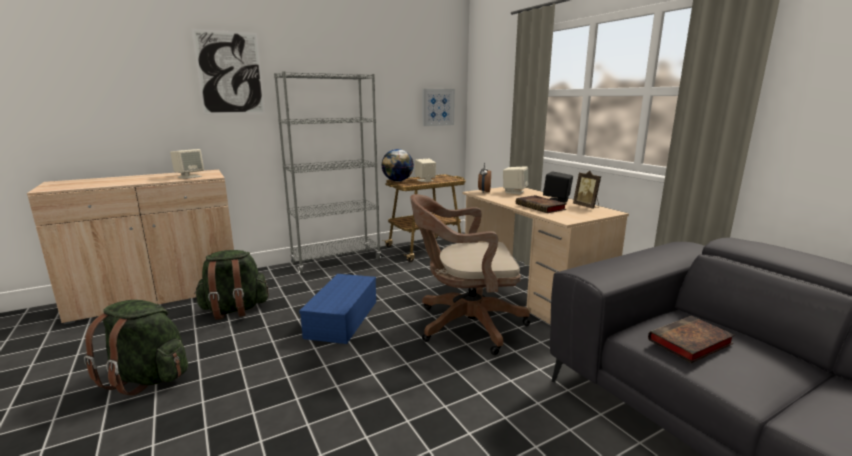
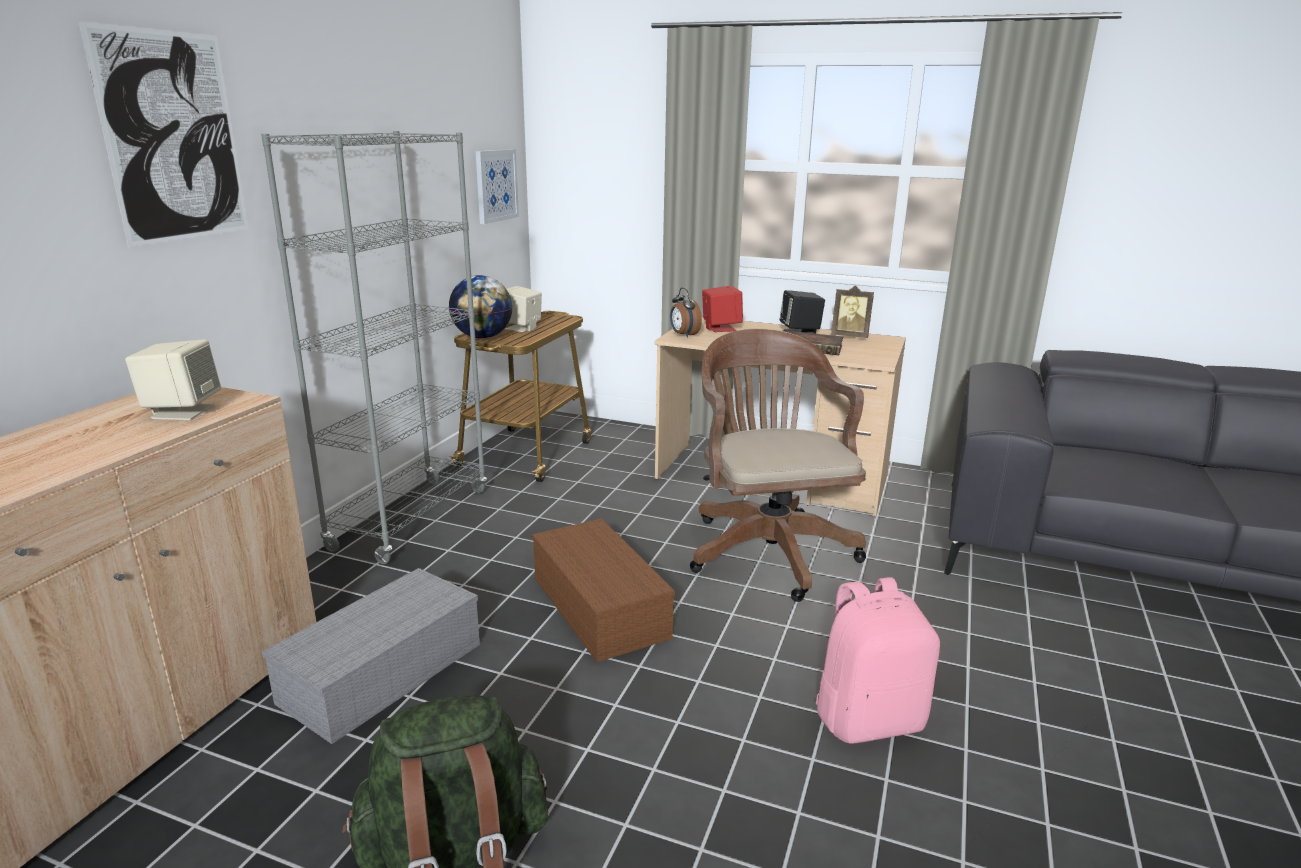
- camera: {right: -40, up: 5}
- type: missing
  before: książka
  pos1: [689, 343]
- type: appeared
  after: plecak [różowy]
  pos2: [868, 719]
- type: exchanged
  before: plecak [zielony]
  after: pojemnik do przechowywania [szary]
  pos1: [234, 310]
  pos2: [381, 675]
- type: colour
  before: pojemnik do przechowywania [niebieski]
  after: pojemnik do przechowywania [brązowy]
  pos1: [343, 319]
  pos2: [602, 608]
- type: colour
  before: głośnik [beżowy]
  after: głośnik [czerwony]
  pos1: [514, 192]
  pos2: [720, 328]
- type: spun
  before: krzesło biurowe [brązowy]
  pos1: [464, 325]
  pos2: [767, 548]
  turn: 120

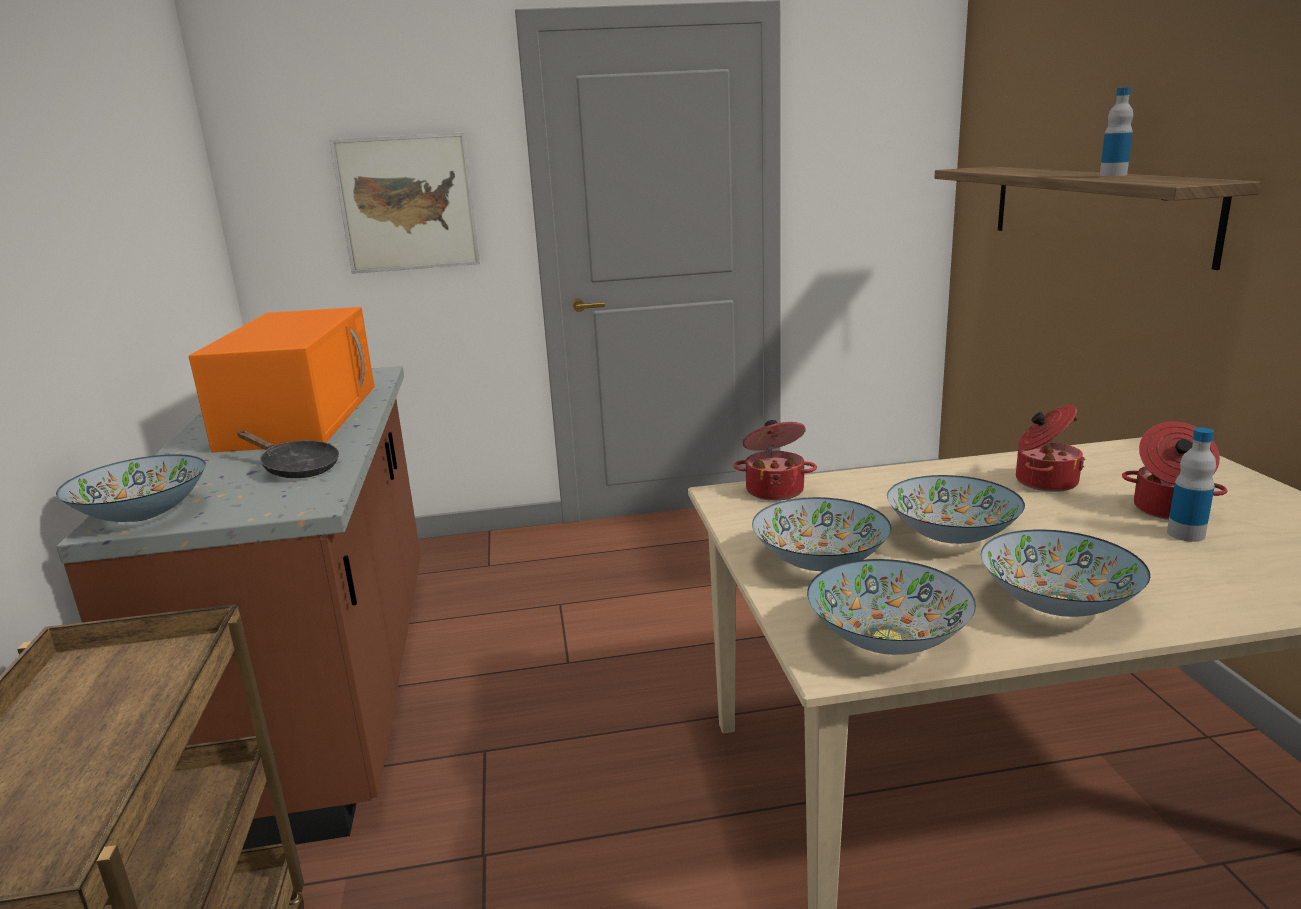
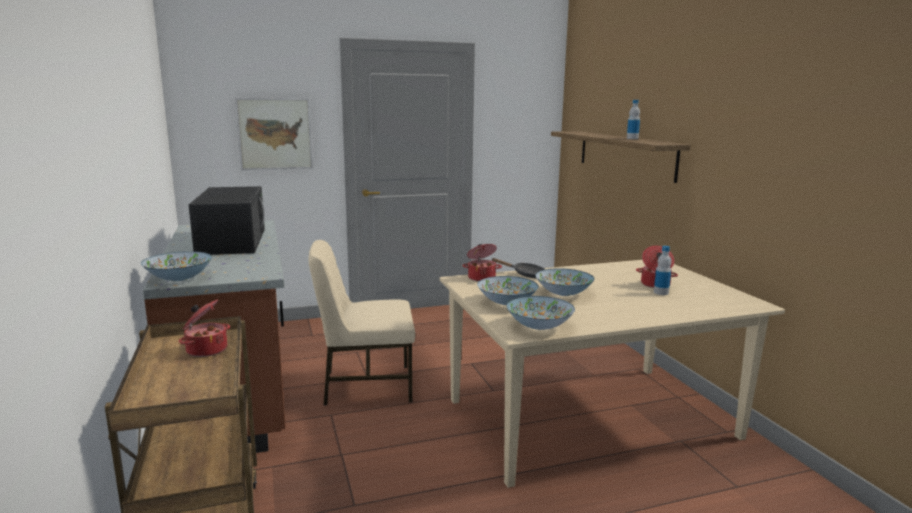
- camera: {right: -10, up: -5}
- type: missing
  before: miska
  pos1: [1057, 603]
- type: appeared
  after: krzesło [beżowy]
  pos2: [366, 385]
- type: relocated
  before: patelnia [czarny]
  pos1: [295, 468]
  pos2: [525, 275]
- type: relocated
  before: garnek
  pos1: [1044, 481]
  pos2: [206, 349]
- type: colour
  before: mikrofalówka [pomarańczowy]
  after: mikrofalówka [czarny]
  pos1: [301, 415]
  pos2: [232, 240]

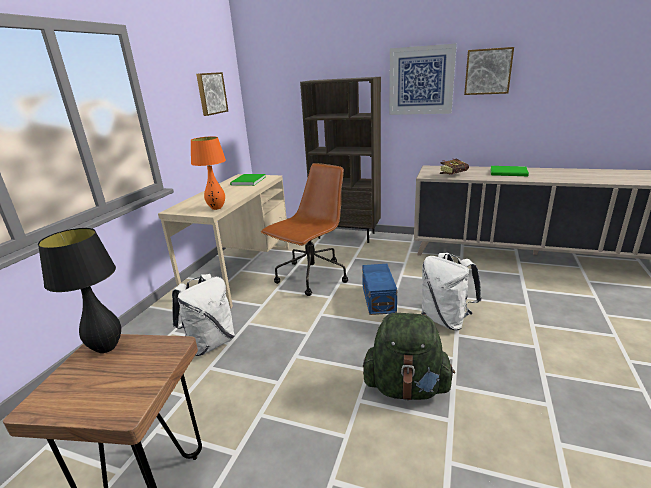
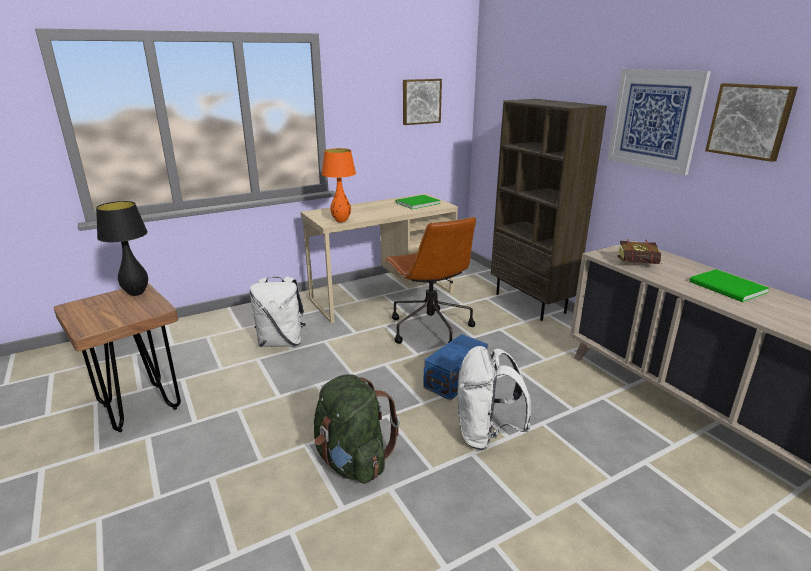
- camera: {right: 40, up: 0}
- type: spun
  before: krzesło biurowe [brązowy]
  pos1: [311, 277]
  pos2: [429, 328]
  turn: 75

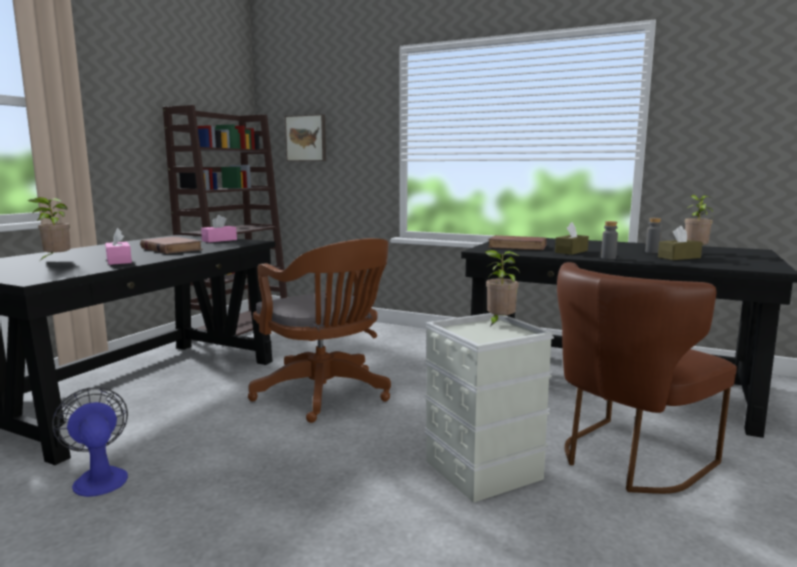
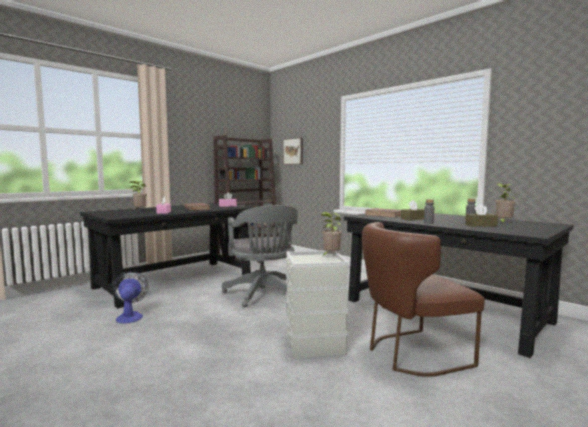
- camera: {right: 20, up: -5}
- type: colour
  before: krzesło biurowe [brązowy]
  after: krzesło biurowe [szary]
  pos1: [326, 395]
  pos2: [264, 295]

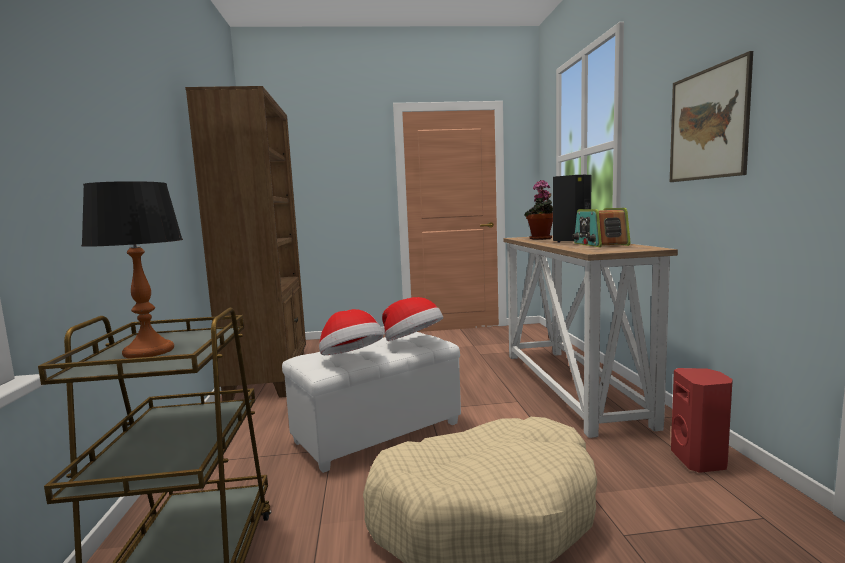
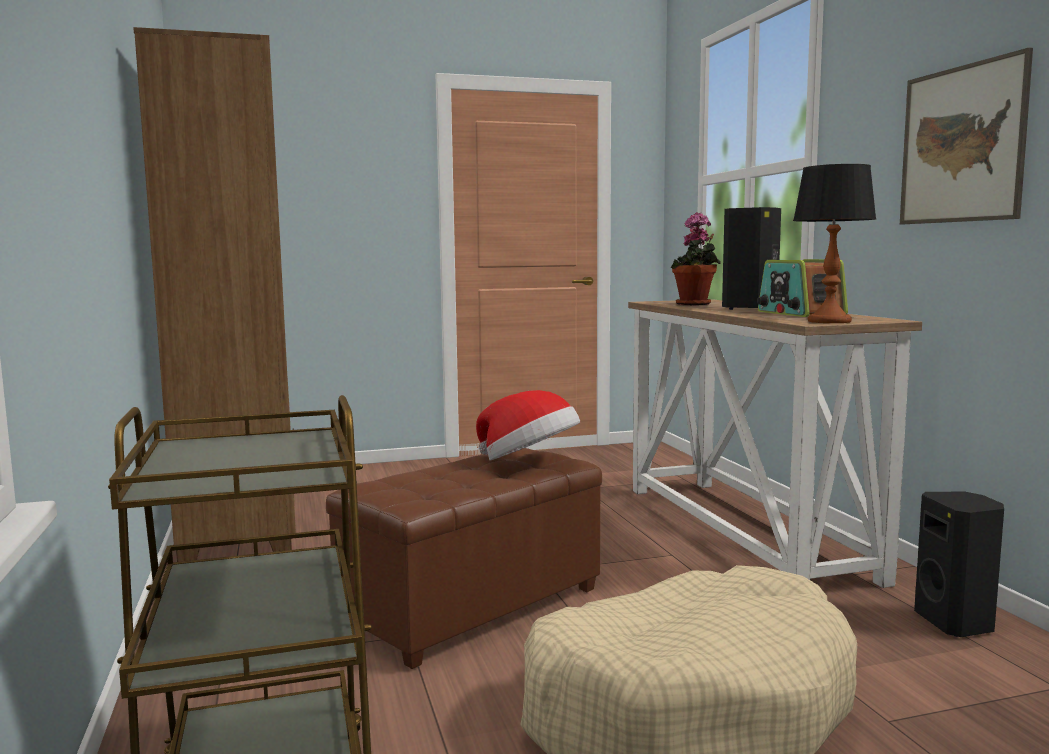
- camera: {right: -10, up: 0}
- type: missing
  before: kapelusz
  pos1: [351, 359]
- type: relocated
  before: lampa stołowa
  pos1: [148, 352]
  pos2: [829, 321]
- type: colour
  before: pufa [biały]
  after: pufa [brązowy]
  pos1: [377, 433]
  pos2: [472, 608]
- type: colour
  before: głośnik [czerwony]
  after: głośnik [czarny]
  pos1: [700, 461]
  pos2: [956, 623]

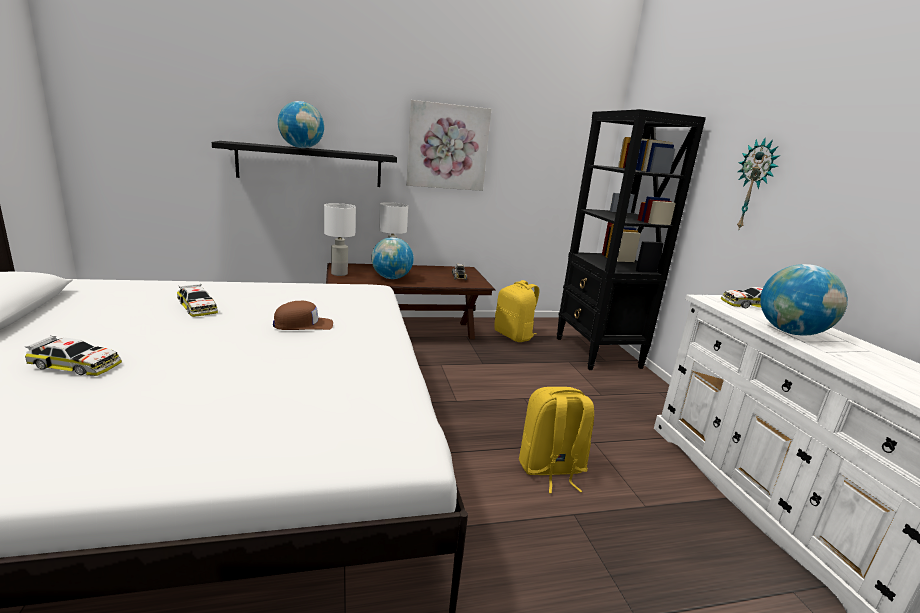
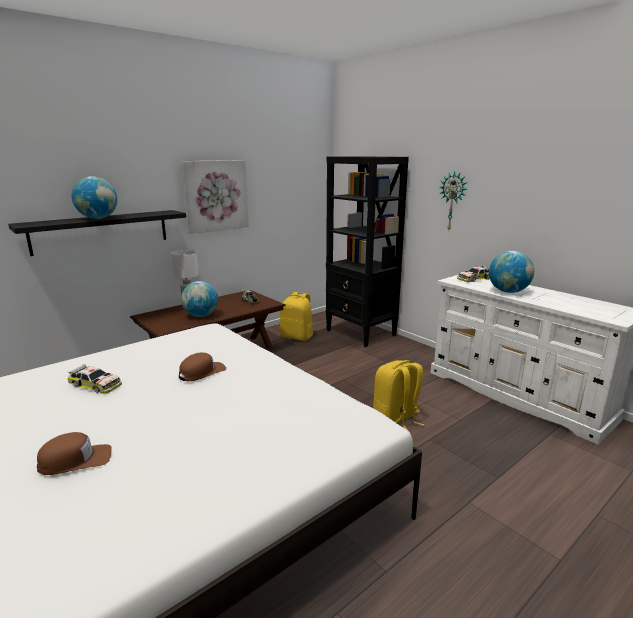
- camera: {right: -25, up: 0}
- type: missing
  before: lampa stołowa [biały]
  pos1: [339, 274]
- type: exchanged
  before: samochodzik
  after: czapka z daszkiem [brązowy]
  pos1: [76, 365]
  pos2: [76, 460]

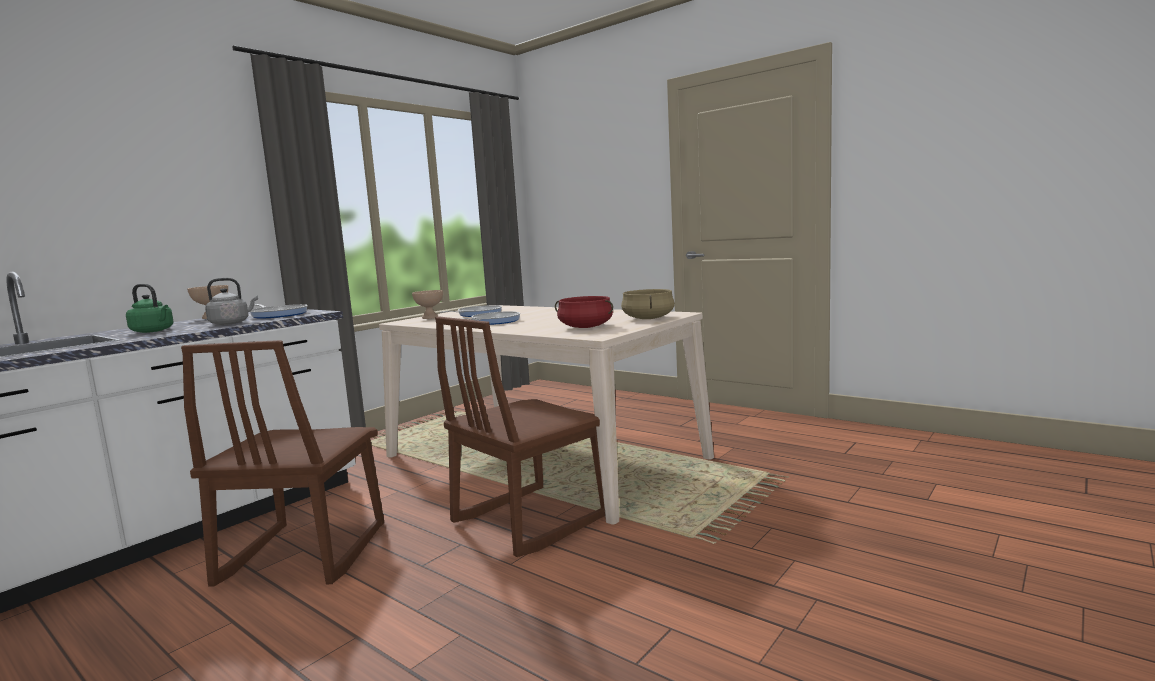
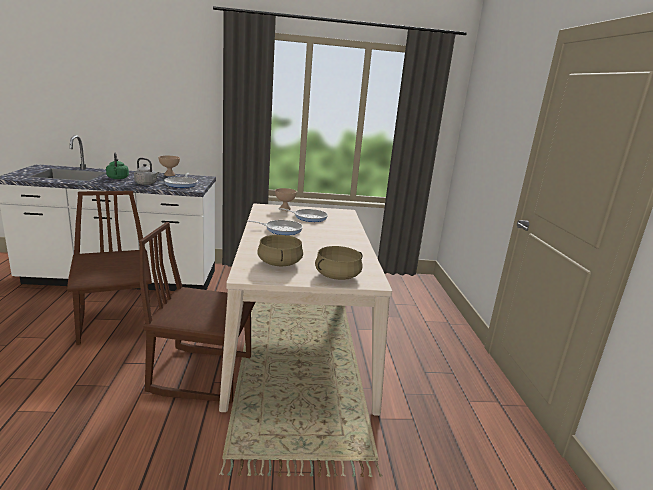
- camera: {right: 45, up: 10}
- type: colour
  before: garnek [czerwony]
  after: garnek [beżowy]
  pos1: [585, 327]
  pos2: [279, 263]
- type: spun
  before: krzesło [brązowy]
  pos1: [302, 554]
  pos2: [117, 322]
  turn: 105

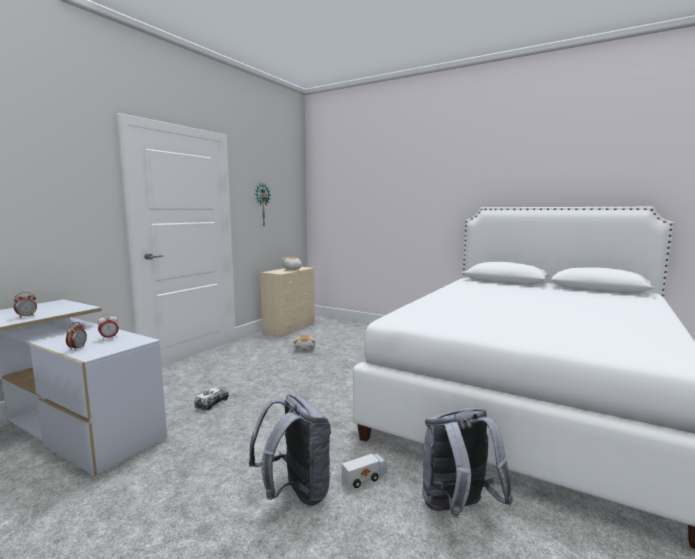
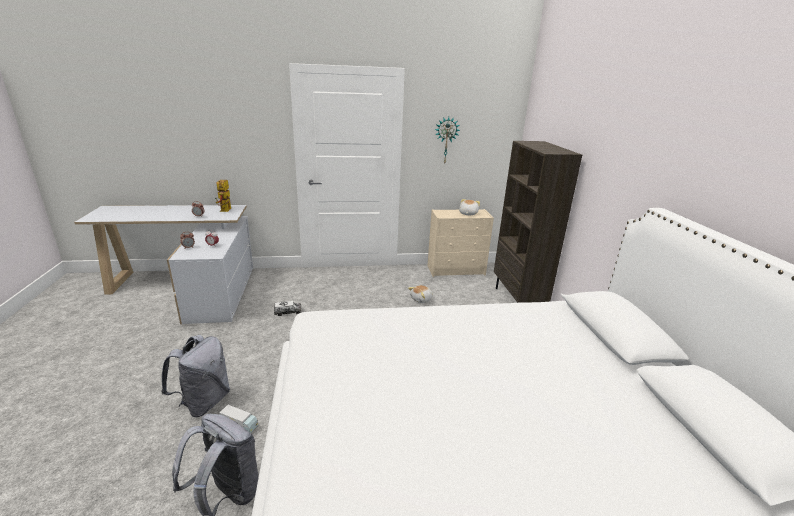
- camera: {right: 50, up: 15}
- type: appeared
  after: robot zabawkowy
  pos2: [226, 211]
- type: appeared
  after: regał [brązowy]
  pos2: [518, 301]

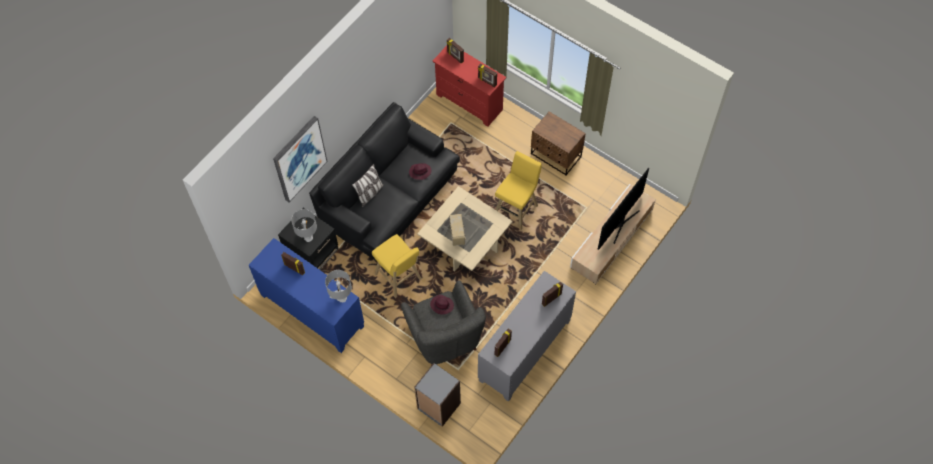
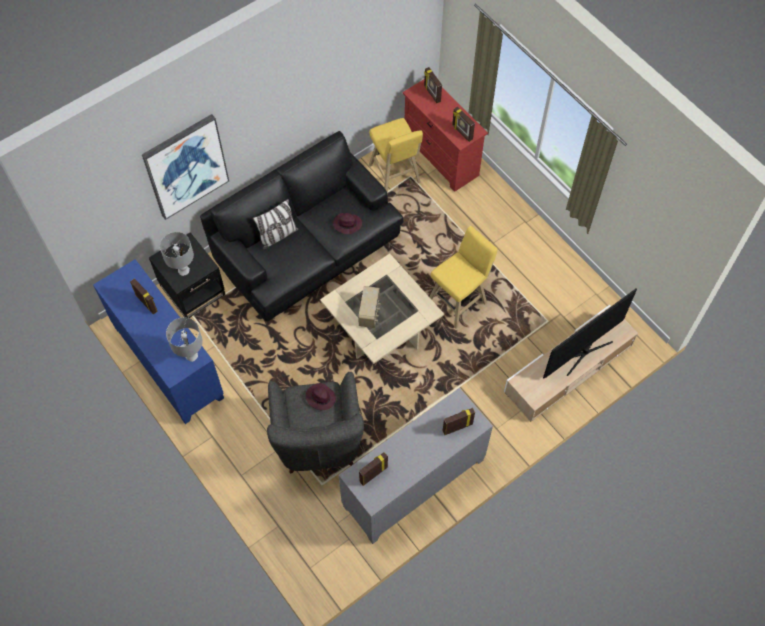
- camera: {right: 15, up: 0}
- type: missing
  before: regał [szary]
  pos1: [438, 406]
- type: missing
  before: szafka nocna [brązowy]
  pos1: [556, 156]
- type: relocated
  before: stołek [żółty]
  pos1: [399, 278]
  pos2: [395, 176]

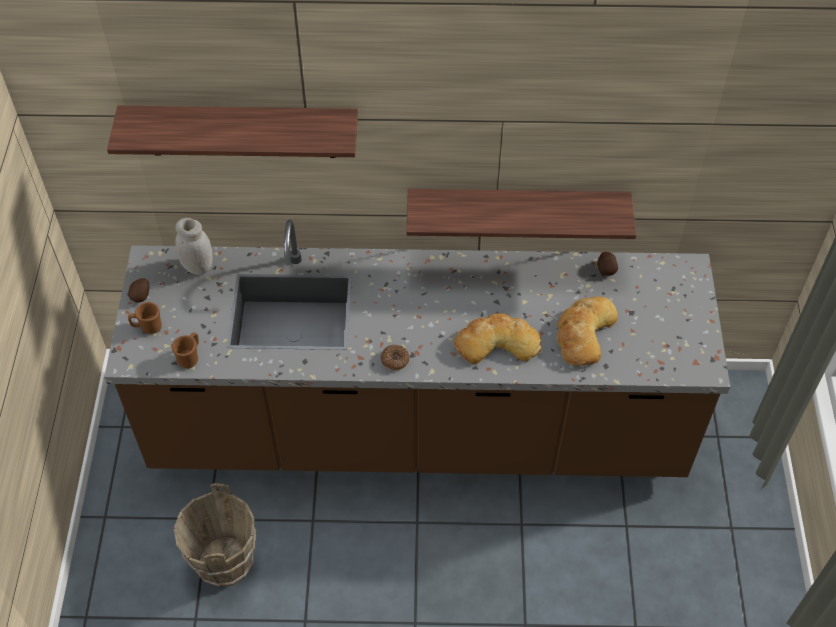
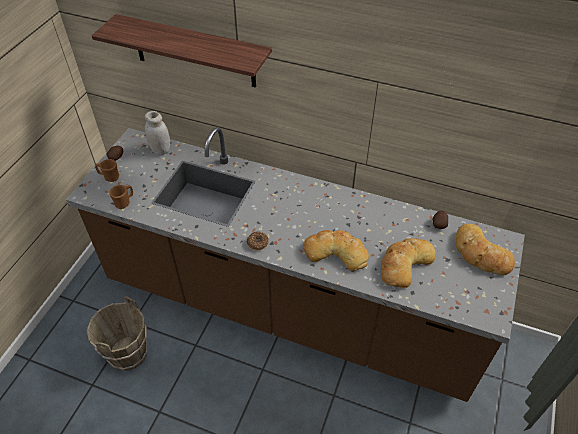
- camera: {right: 20, up: -5}
- type: missing
  before: półka
  pos1: [517, 211]
- type: appeared
  after: chleb
  pos2: [480, 254]

